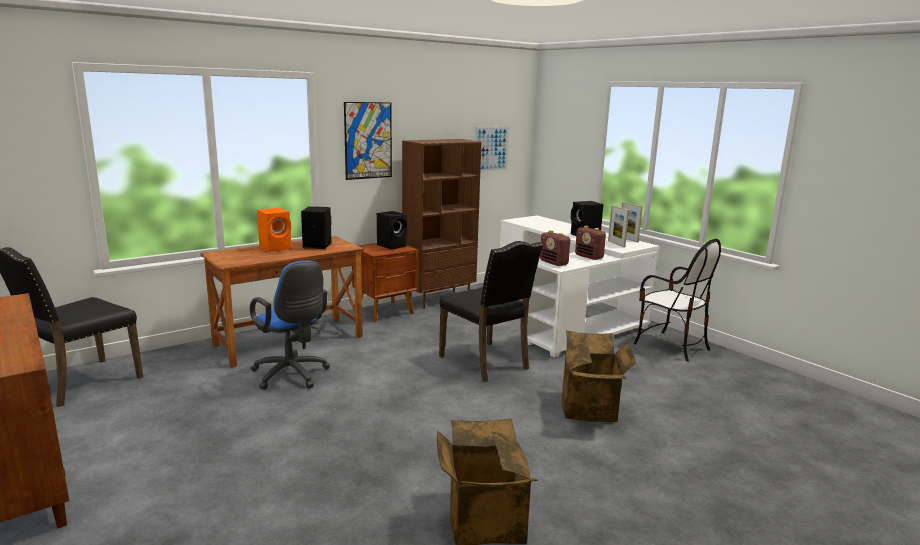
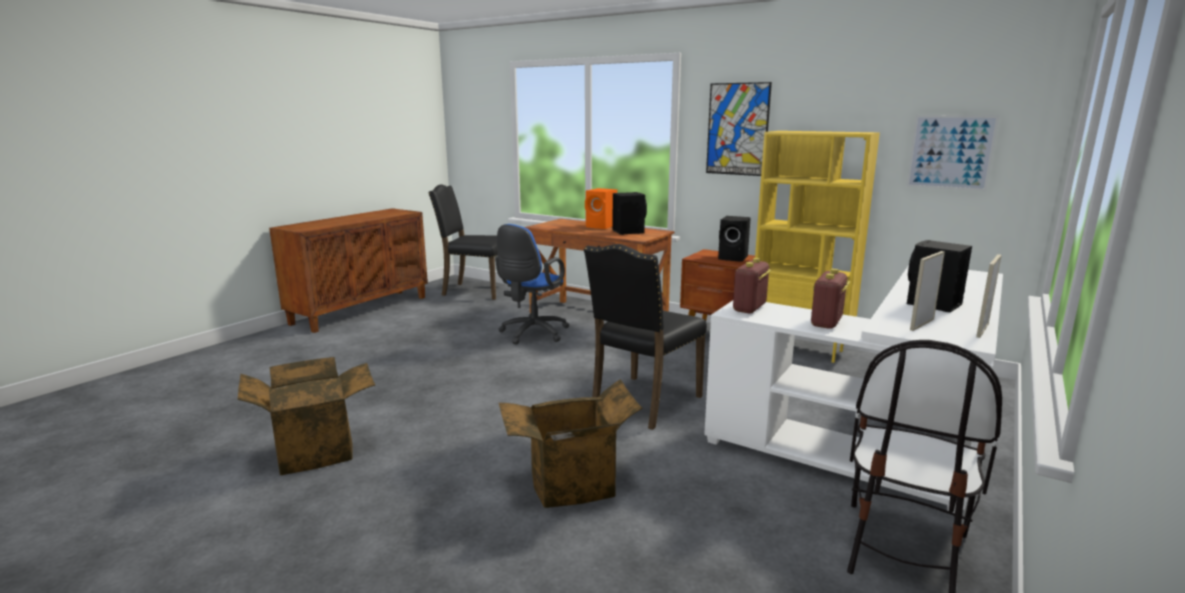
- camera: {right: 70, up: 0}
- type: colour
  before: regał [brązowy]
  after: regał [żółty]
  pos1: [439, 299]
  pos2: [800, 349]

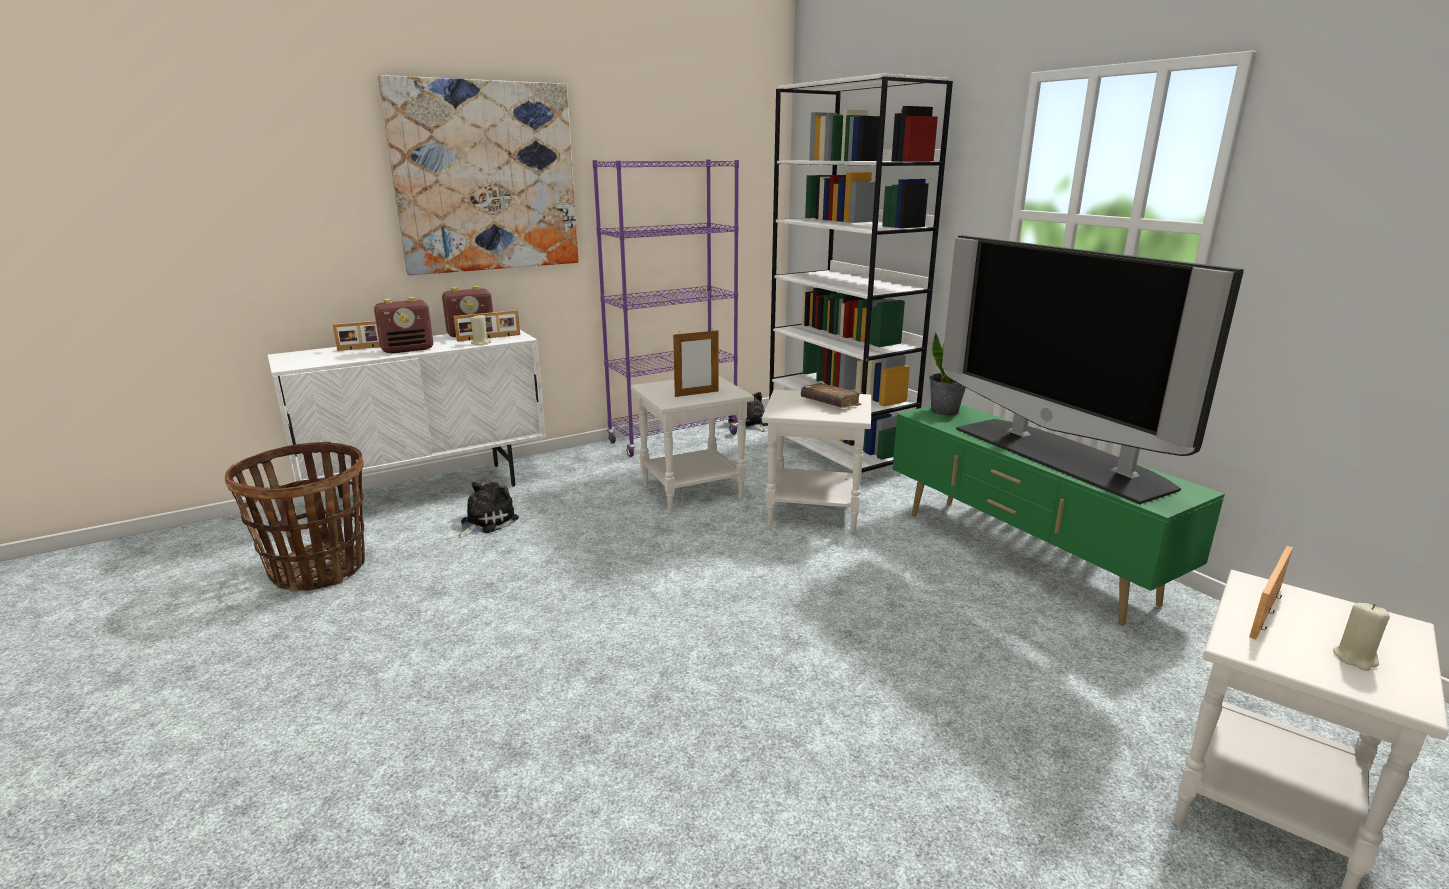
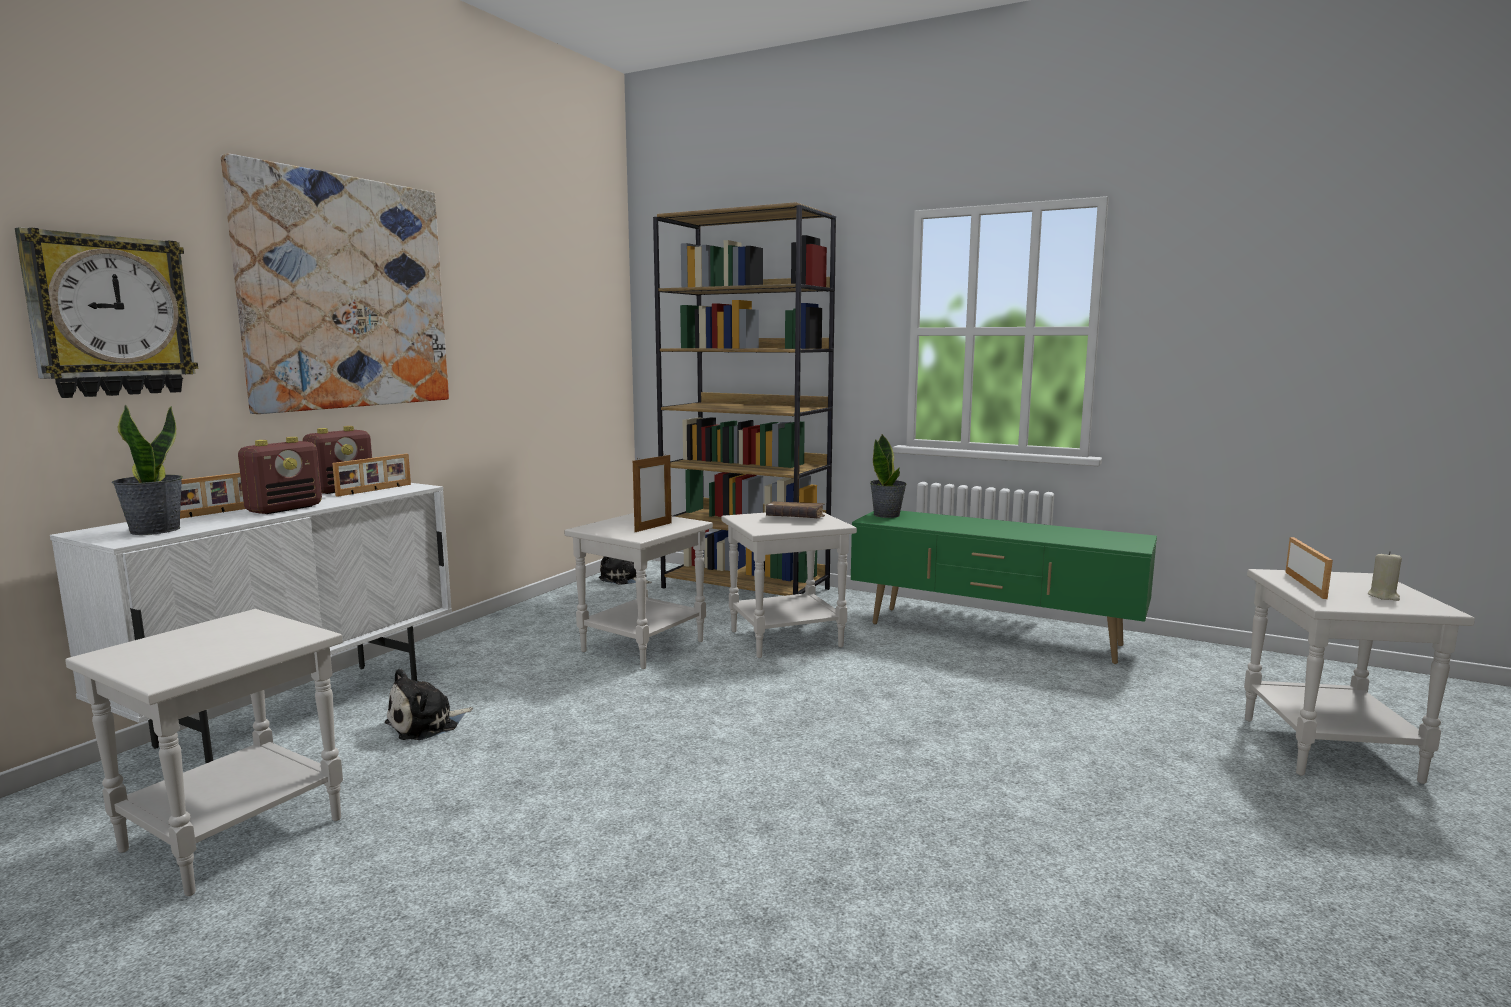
- camera: {right: -30, up: -10}
- type: missing
  before: świeca [beżowy]
  pos1: [481, 343]
- type: missing
  before: regał [fioletowy]
  pos1: [673, 438]
- type: missing
  before: telewizor
  pos1: [1061, 456]
- type: appeared
  after: zegar ścienny
  pos2: [110, 316]
- type: appeared
  after: roślina doniczkowa
  pos2: [154, 530]
- type: exchanged
  before: koszyk
  after: stolik [biały]
  pos1: [319, 569]
  pos2: [234, 832]
- type: colour
  before: regał [biały]
  after: regał [brązowy]
  pos1: [839, 453]
  pos2: [746, 588]
- type: spun
  before: pluszak
  pos1: [486, 522]
  pos2: [427, 724]
  turn: -135

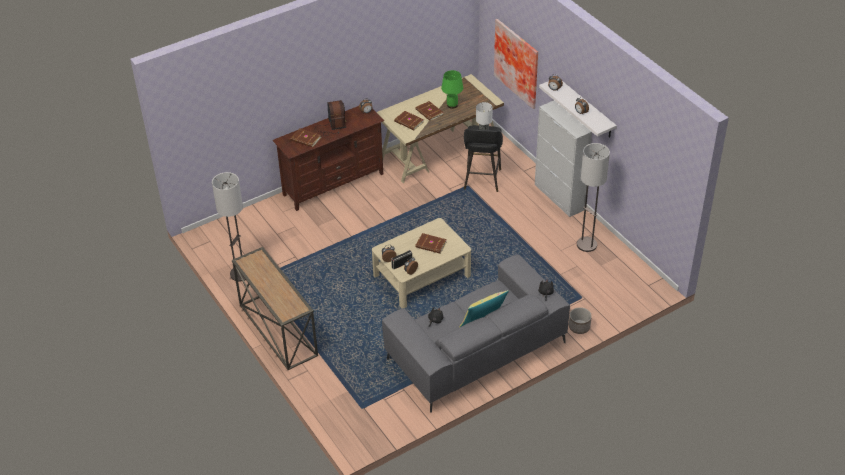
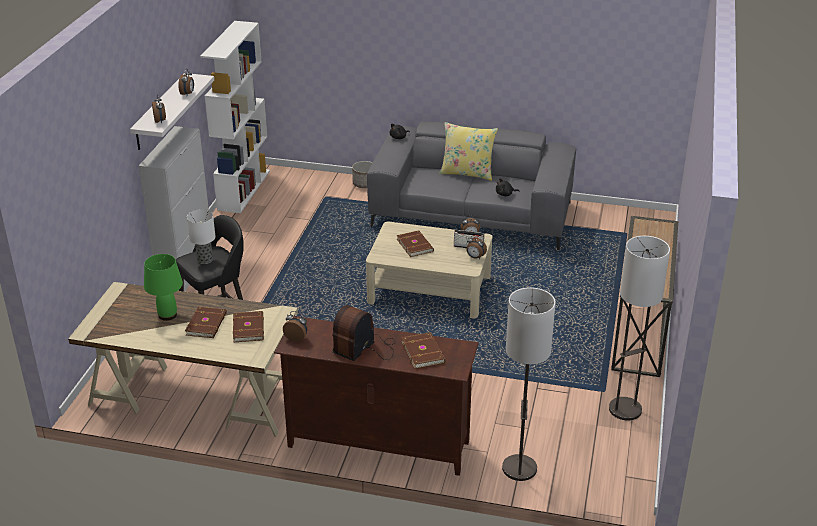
- camera: {right: -135, up: -10}
- type: missing
  before: obraz
  pos1: [518, 62]
- type: appeared
  after: regał [biały]
  pos2: [243, 189]
- type: relocated
  before: lampa stojąca
  pos1: [586, 244]
  pos2: [519, 468]

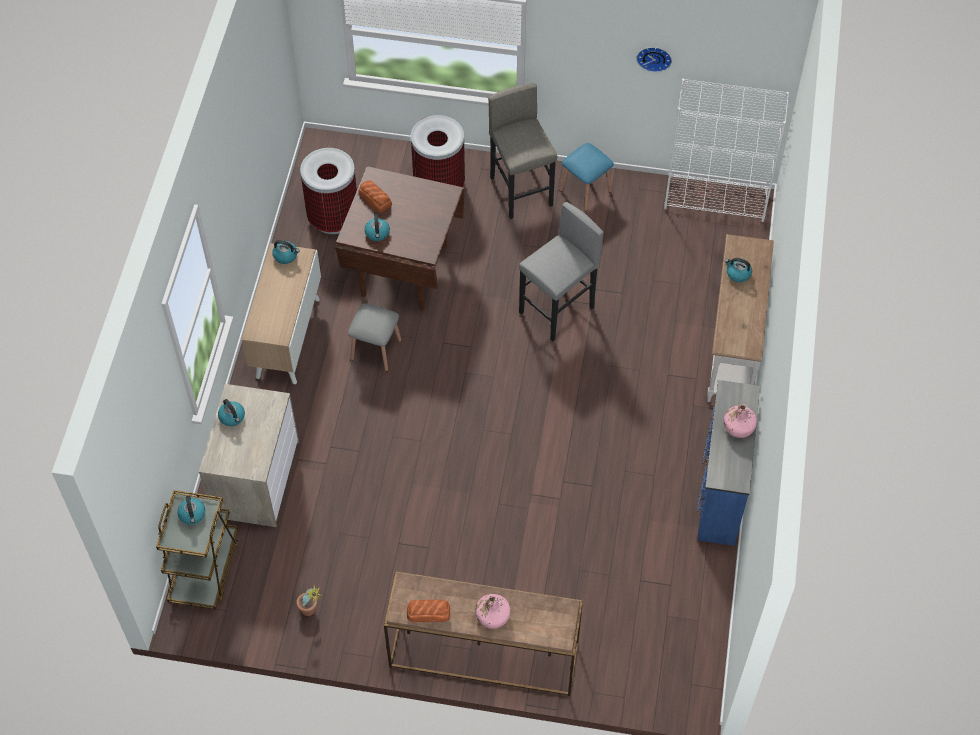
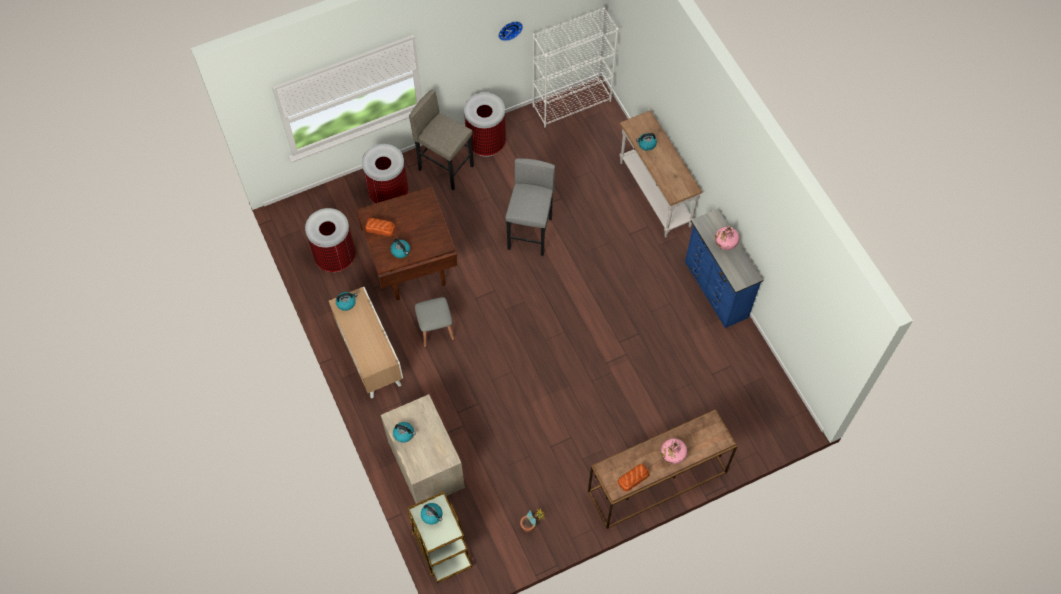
- camera: {right: -35, up: 5}
- type: exchanged
  before: stołek [niebieski]
  after: kosz na śmieci
  pos1: [585, 190]
  pos2: [486, 143]

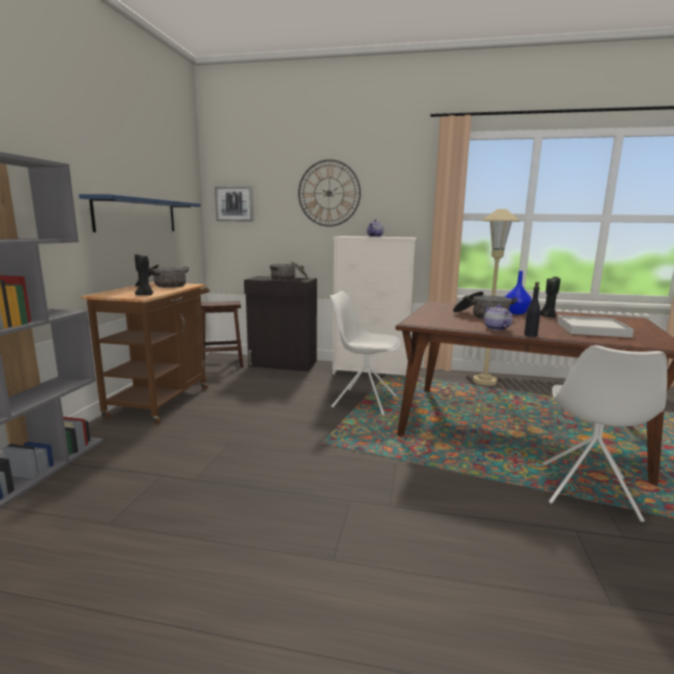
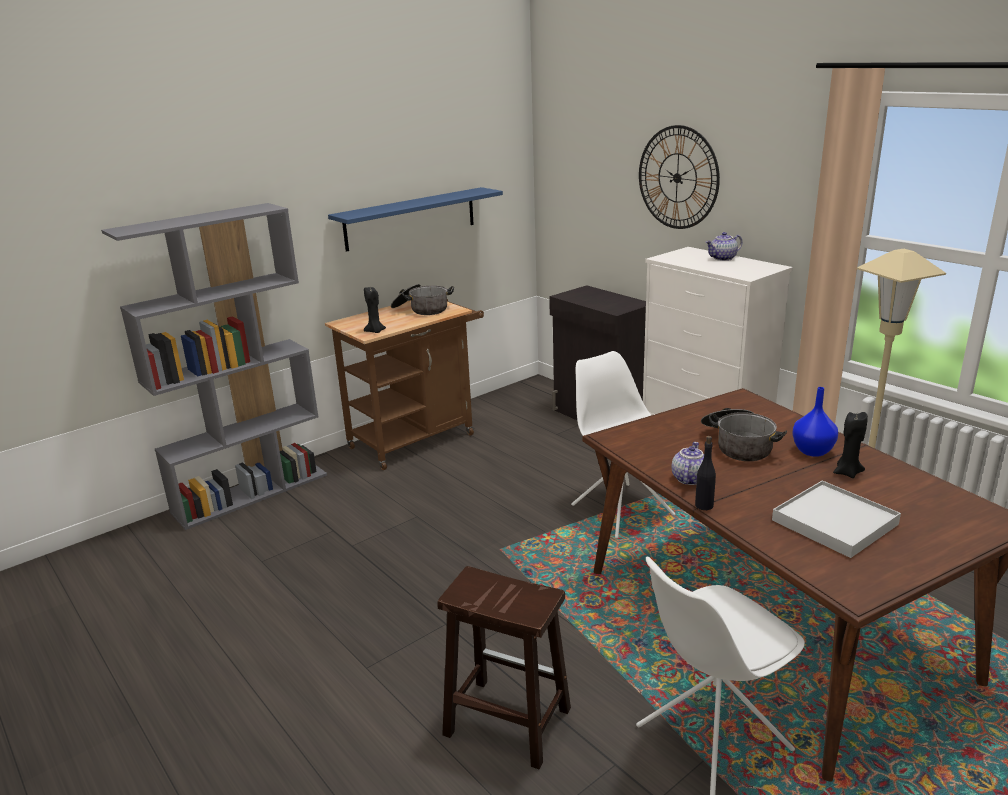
- camera: {right: 40, up: 10}
- type: missing
  before: obraz
  pos1: [234, 204]
- type: missing
  before: garnek
  pos1: [289, 279]
- type: relocated
  before: stołek [brązowy]
  pos1: [221, 363]
  pos2: [505, 721]

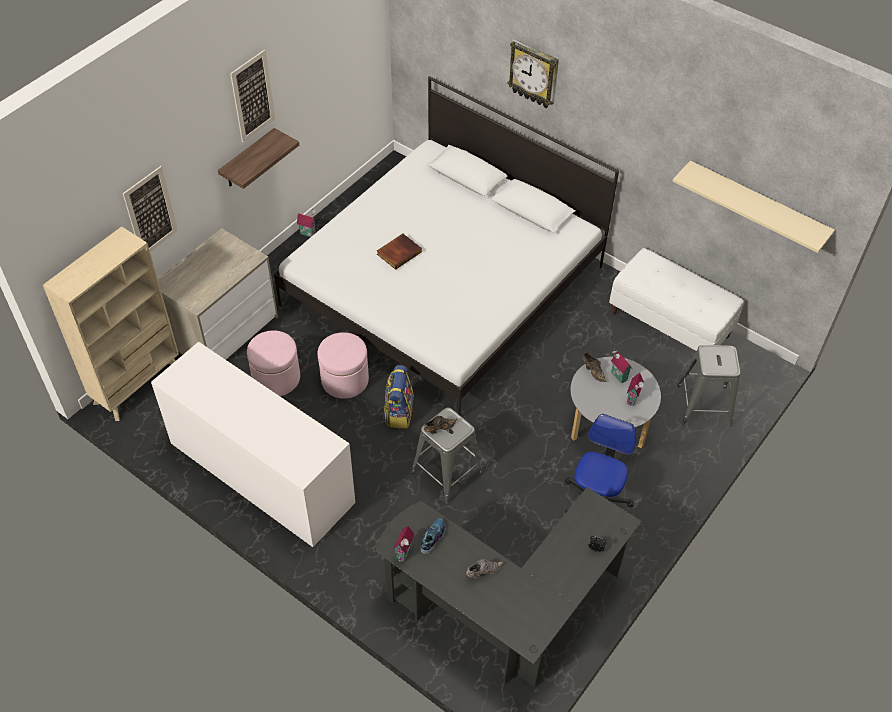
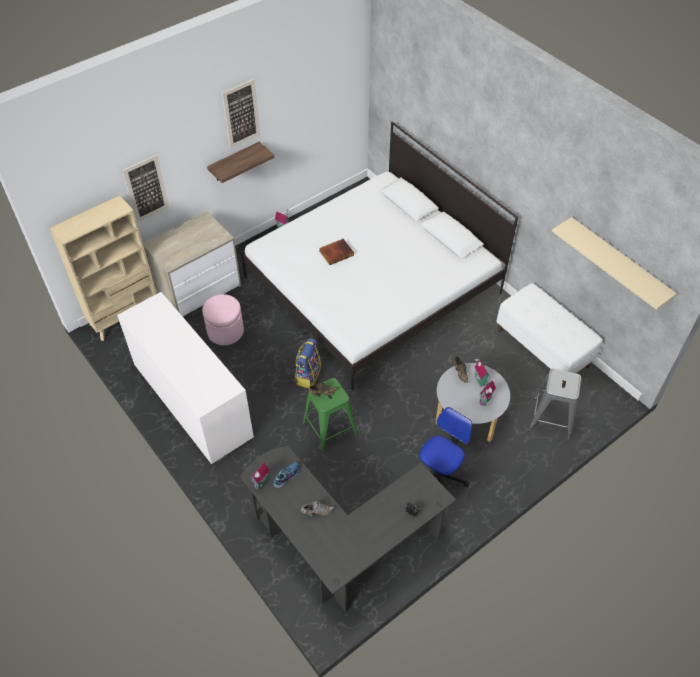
- camera: {right: 15, up: 0}
- type: missing
  before: pufa [różowy]
  pos1: [345, 380]
- type: missing
  before: zegar ścienny
  pos1: [534, 74]
- type: colour
  before: stołek [szary]
  after: stołek [zielony]
  pos1: [447, 473]
  pos2: [330, 429]

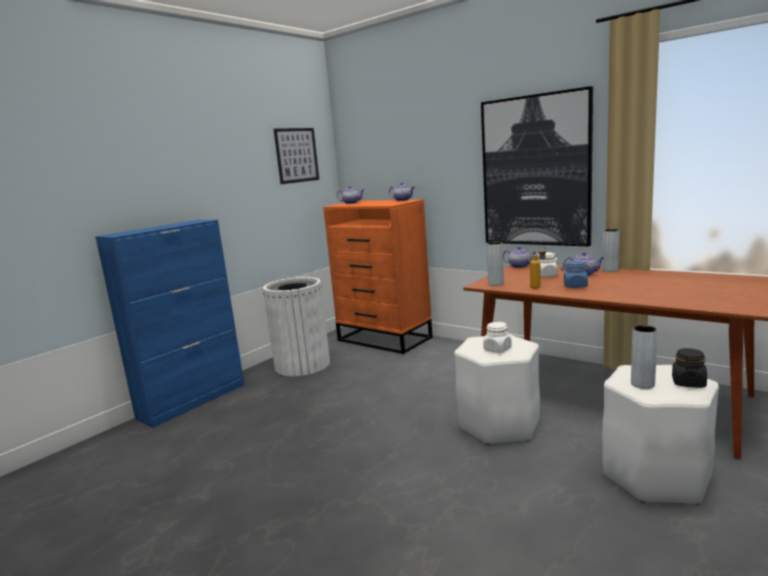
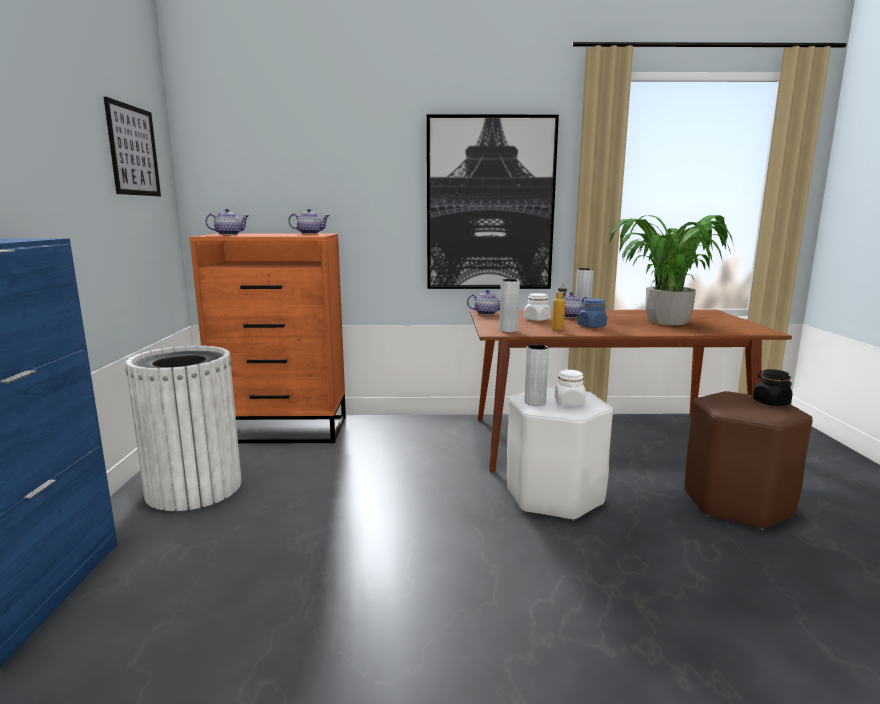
- camera: {right: -40, up: 0}
- type: appeared
  after: roślina doniczkowa
  pos2: [667, 321]
- type: relocated
  before: wazon [szary]
  pos1: [642, 384]
  pos2: [535, 402]
- type: colour
  before: stołek [biały]
  after: stołek [brązowy]
  pos1: [655, 477]
  pos2: [736, 504]

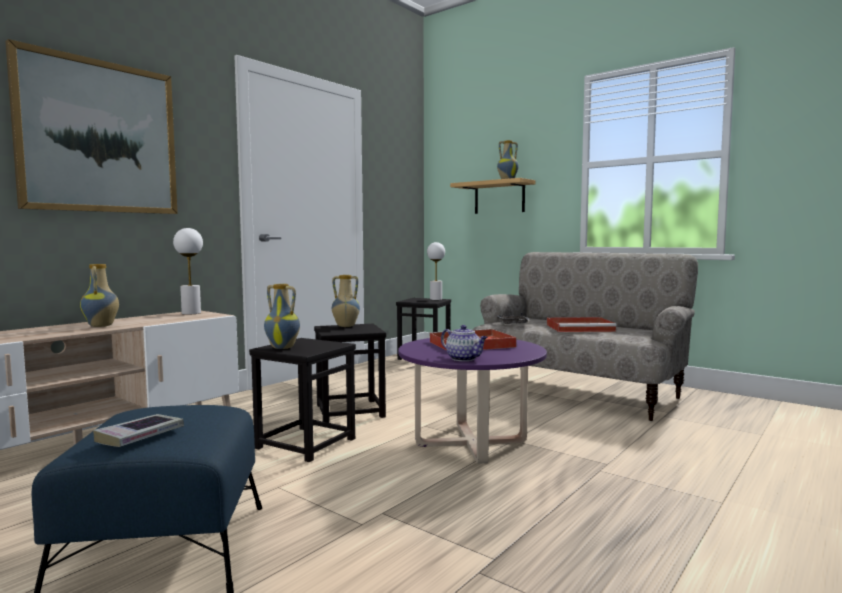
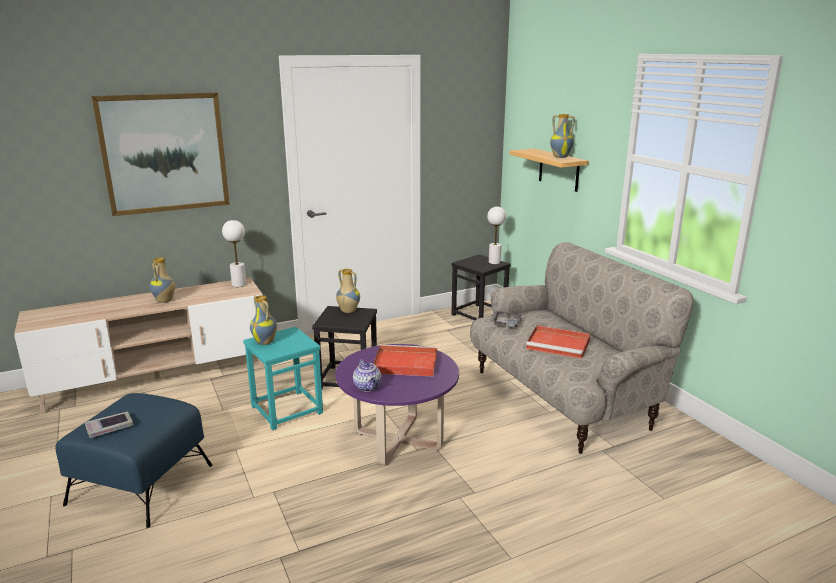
- camera: {right: 25, up: 15}
- type: colour
  before: stołek [czarny]
  after: stołek [turkusowy]
  pos1: [305, 443]
  pos2: [286, 409]

